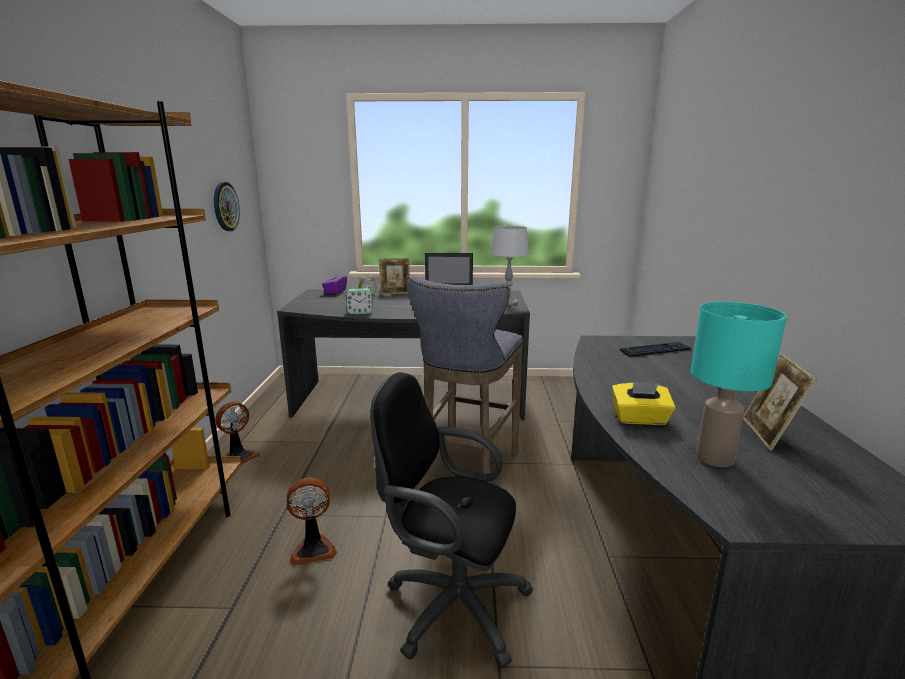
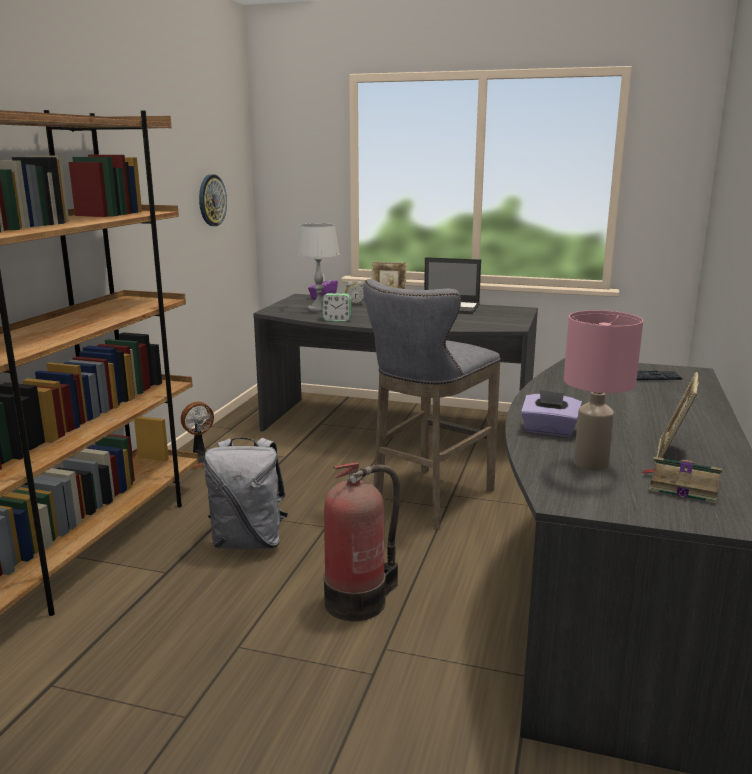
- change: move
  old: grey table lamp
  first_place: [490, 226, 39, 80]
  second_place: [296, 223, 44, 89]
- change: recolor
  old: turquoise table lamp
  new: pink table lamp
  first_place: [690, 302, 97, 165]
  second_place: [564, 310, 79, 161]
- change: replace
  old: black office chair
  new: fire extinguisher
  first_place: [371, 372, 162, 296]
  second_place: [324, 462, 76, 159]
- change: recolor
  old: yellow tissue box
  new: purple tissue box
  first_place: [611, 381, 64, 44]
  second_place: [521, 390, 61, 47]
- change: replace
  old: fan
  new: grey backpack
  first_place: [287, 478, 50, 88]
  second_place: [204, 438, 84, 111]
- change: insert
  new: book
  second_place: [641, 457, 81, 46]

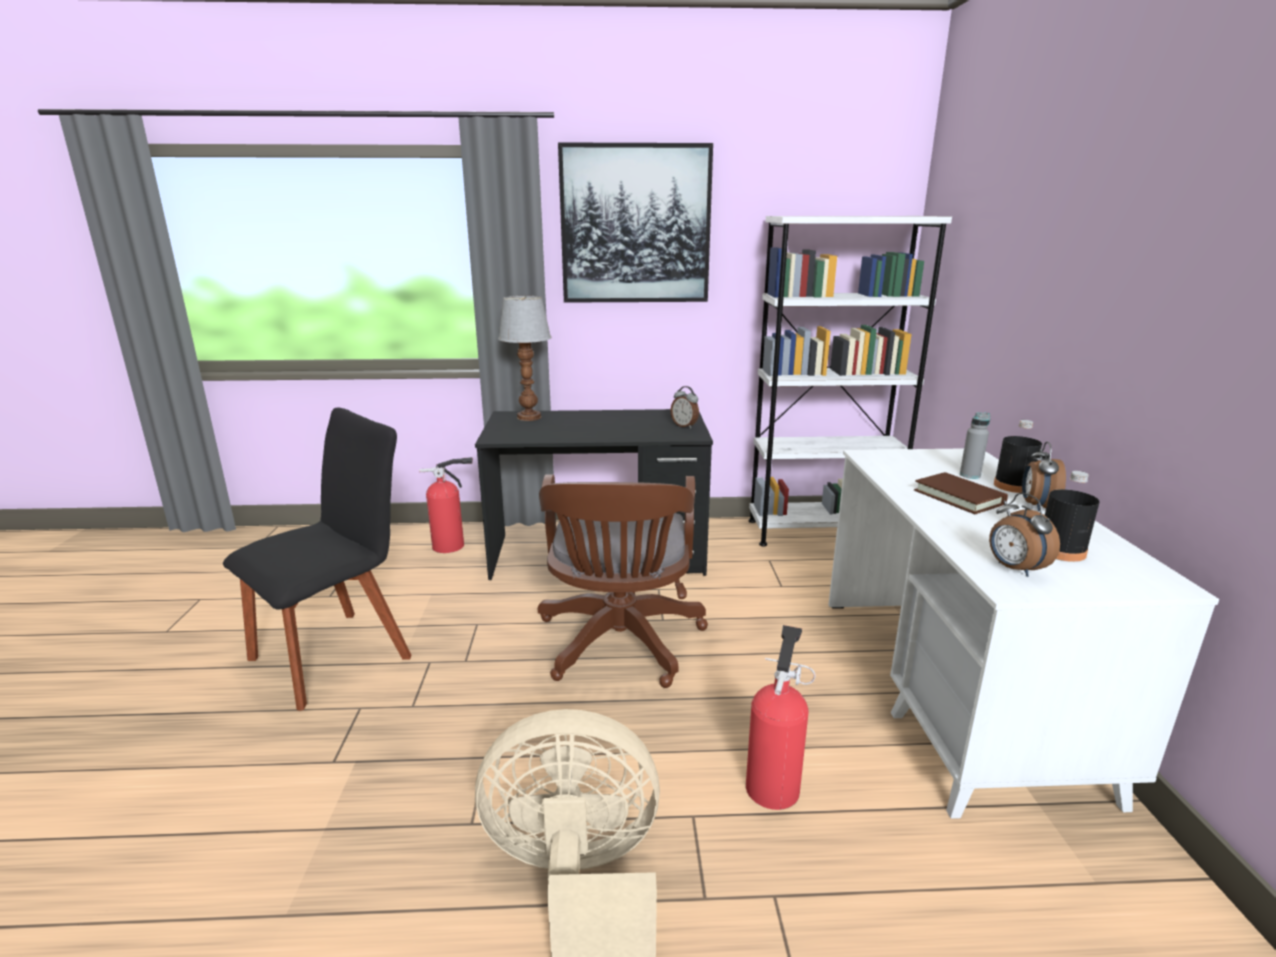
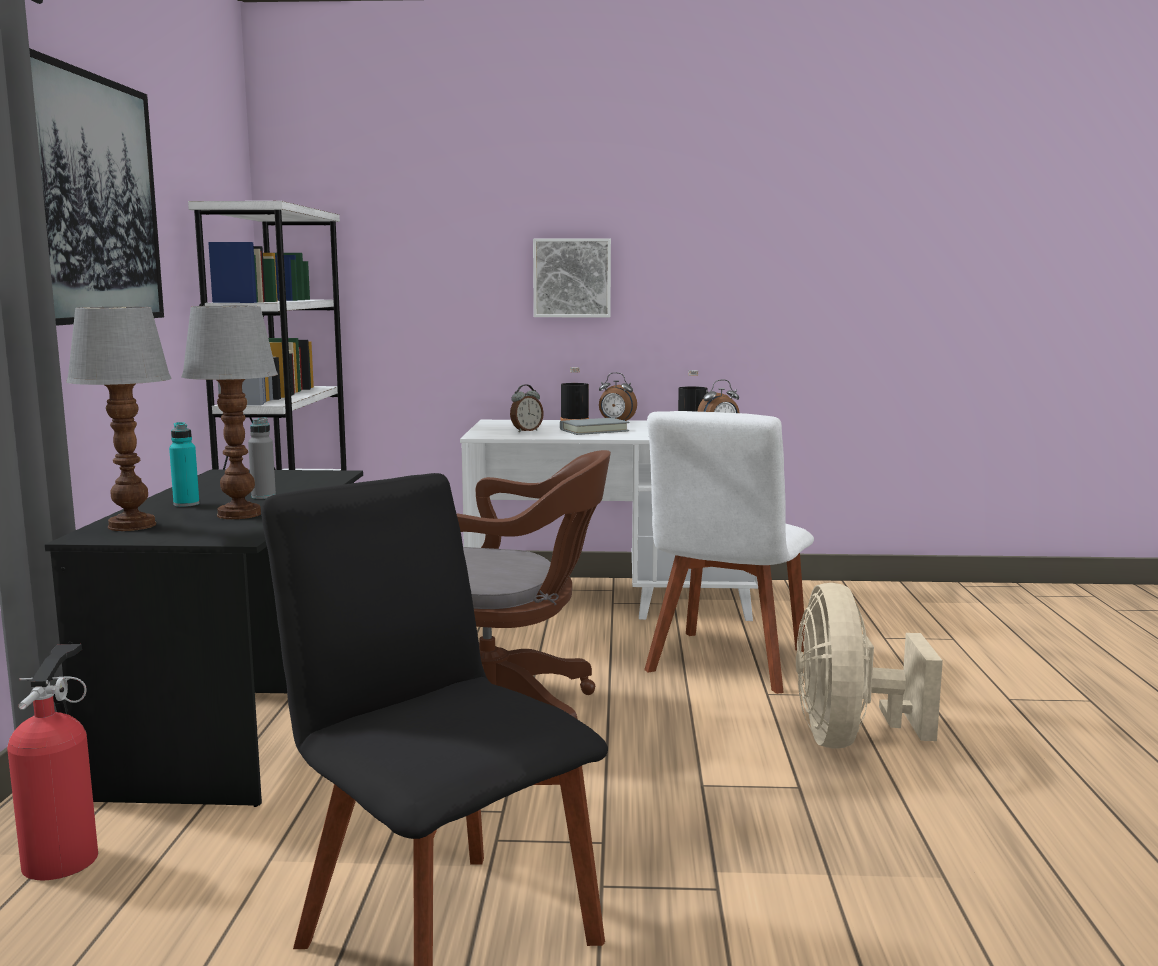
- change: move
  old: alarm clock
  first_place: [671, 386, 28, 43]
  second_place: [510, 384, 34, 48]
- change: move
  old: grey bottle
  first_place: [960, 412, 30, 67]
  second_place: [248, 417, 28, 82]
- change: recolor
  old: brown book
  new: grey book
  first_place: [914, 472, 94, 42]
  second_place: [560, 418, 69, 17]
- change: replace
  old: fire extinguisher
  new: white chair
  first_place: [746, 625, 70, 185]
  second_place: [644, 411, 170, 283]
- change: insert
  new: picture
  second_place: [533, 238, 78, 79]
- change: insert
  new: table lamp
  second_place: [181, 306, 97, 213]
- change: insert
  new: turquoise bottle
  second_place: [169, 422, 30, 85]

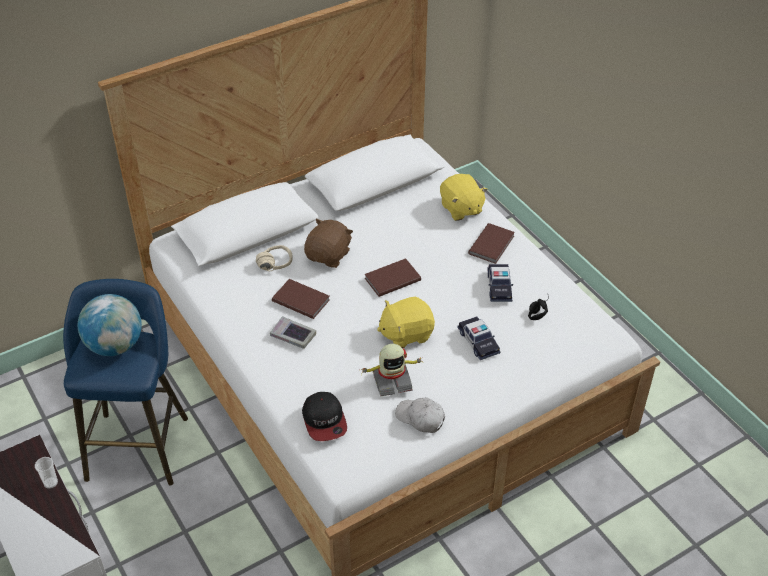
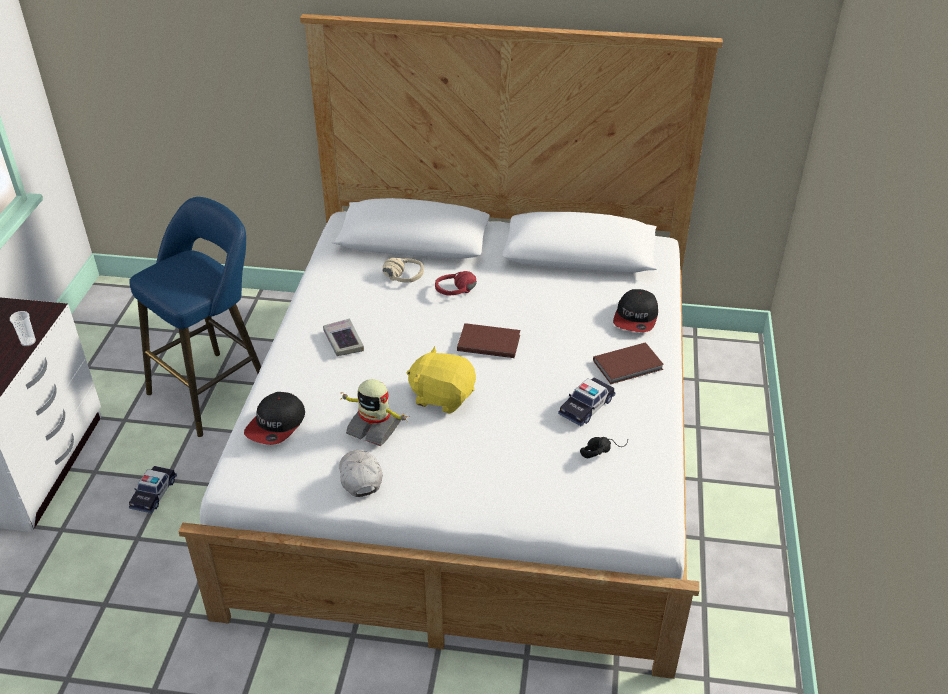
- change: replace
  old: yellow plush toy
  new: cap
  first_place: [440, 174, 48, 47]
  second_place: [613, 289, 45, 43]
- change: replace
  old: brown plush toy
  new: red headphones
  first_place: [304, 218, 49, 50]
  second_place: [435, 271, 42, 25]
- change: delete
  old: brown book
  first_place: [272, 279, 58, 40]
- change: delete
  old: globe
  first_place: [78, 294, 64, 62]
- change: move
  old: toy car
  first_place: [457, 316, 44, 44]
  second_place: [129, 466, 48, 48]

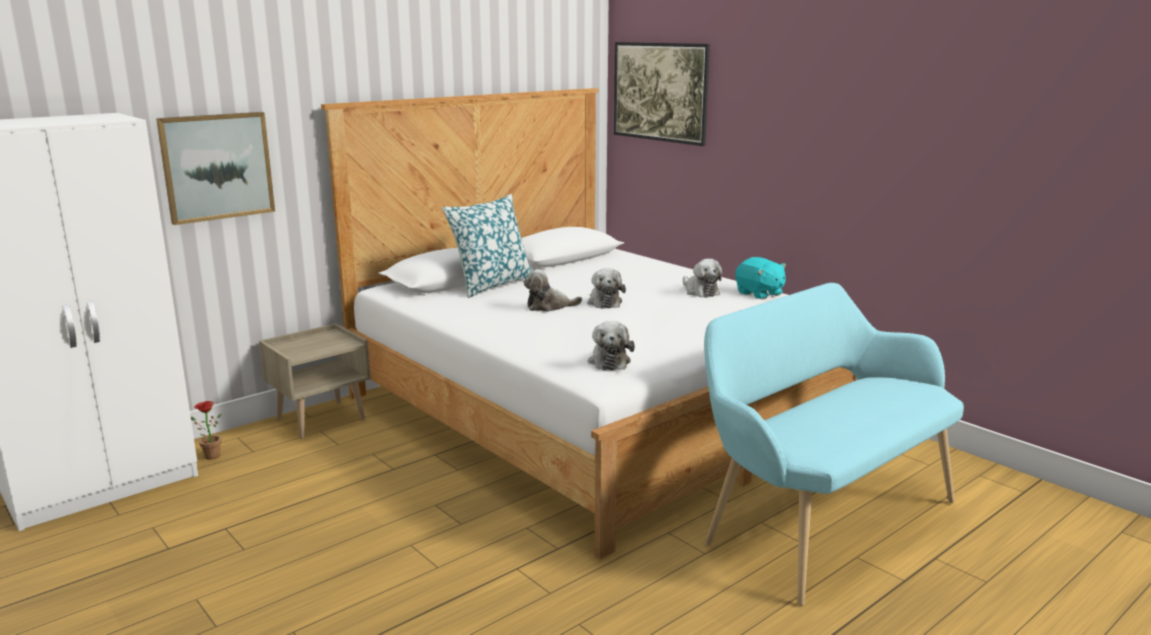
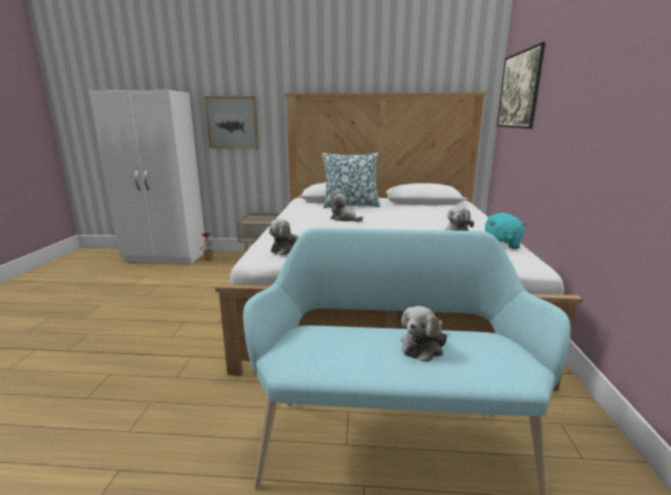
- change: move
  old: plush toy
  first_place: [587, 268, 39, 41]
  second_place: [401, 306, 46, 56]

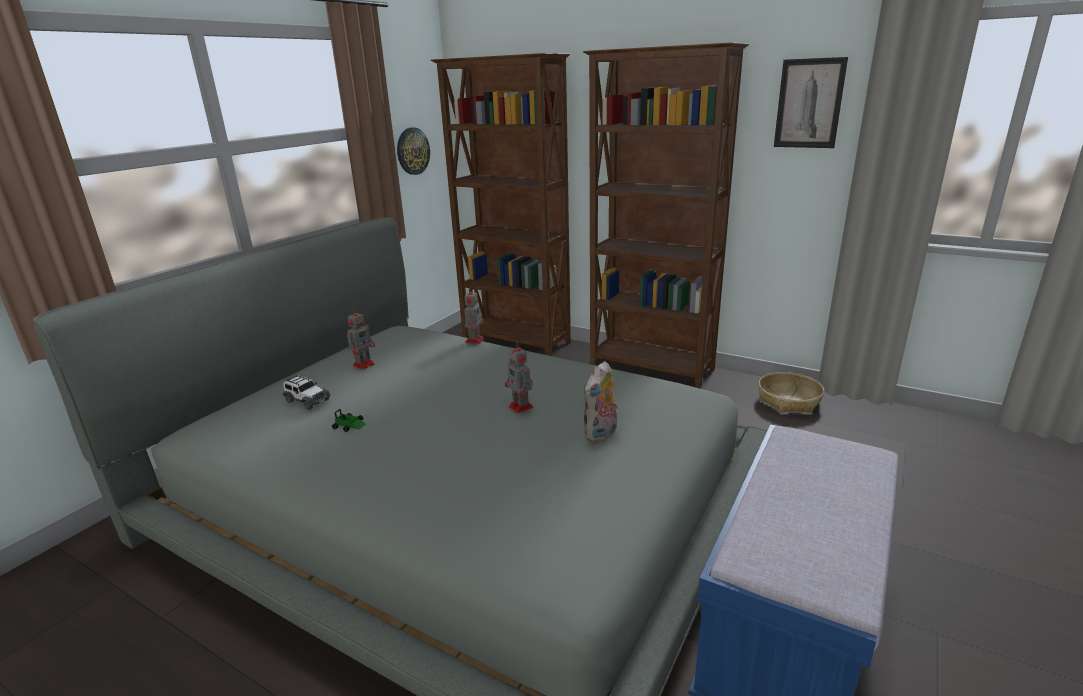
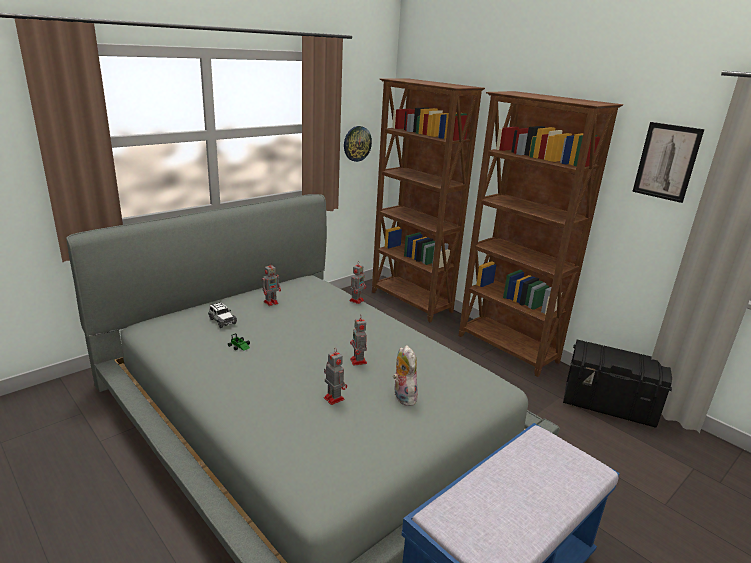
- change: rotate
  old: plush toy
  first_place: [583, 361, 36, 81]
  second_place: [393, 345, 25, 61]
  degrees: 105
- change: replace
  old: basket
  new: black storage box
  first_place: [758, 372, 66, 41]
  second_place: [563, 339, 109, 89]
- change: insert
  new: toy robot
  second_place: [324, 349, 23, 56]

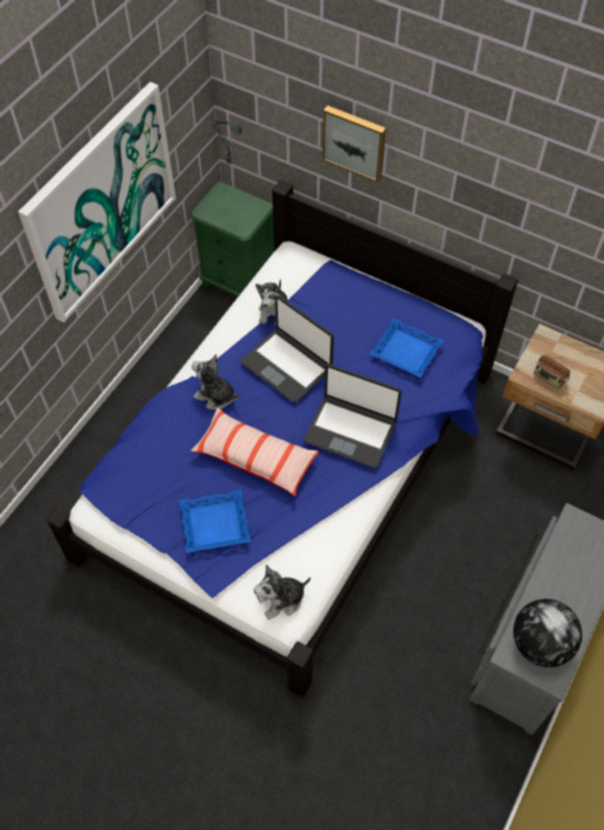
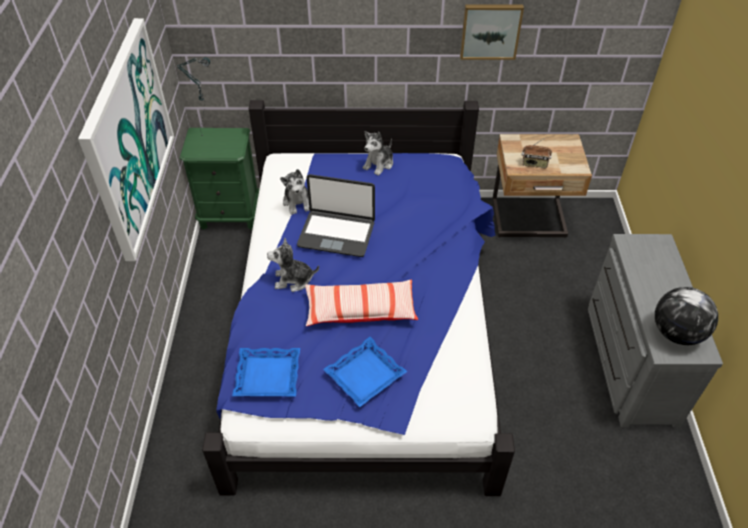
- change: move
  old: picture
  first_place: [322, 105, 64, 78]
  second_place: [460, 4, 64, 56]
- change: move
  old: blue tray
  first_place: [370, 318, 74, 60]
  second_place: [232, 348, 68, 48]
- change: delete
  old: laptop
  first_place: [304, 364, 98, 104]
- change: move
  old: plush toy
  first_place: [254, 564, 57, 56]
  second_place: [363, 131, 30, 45]

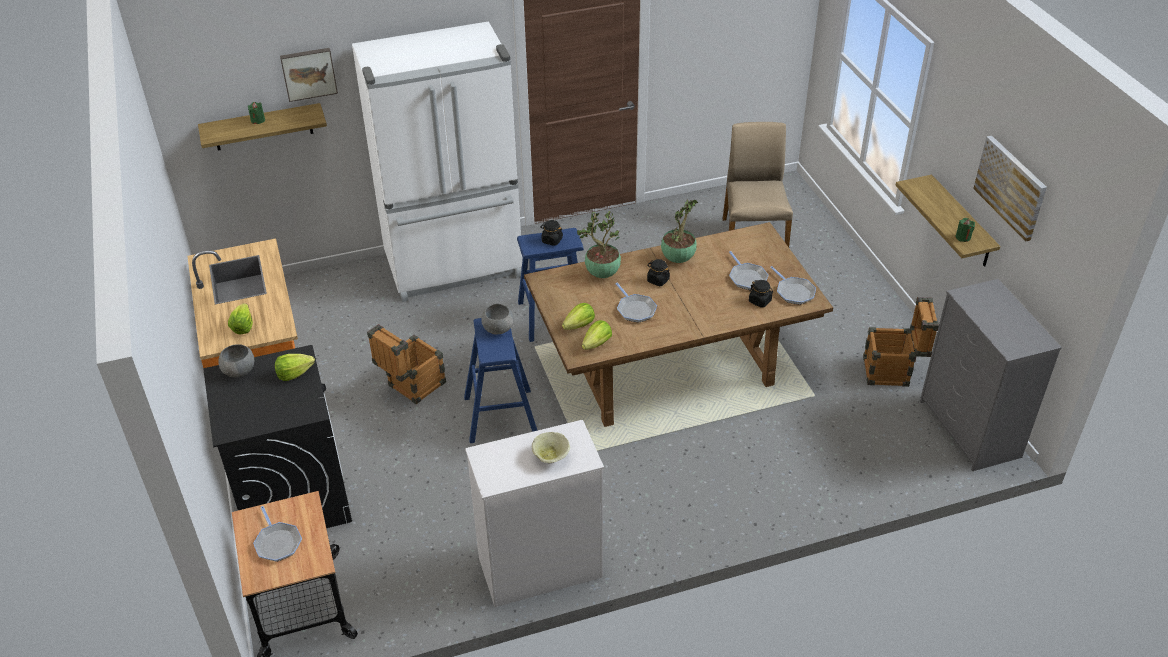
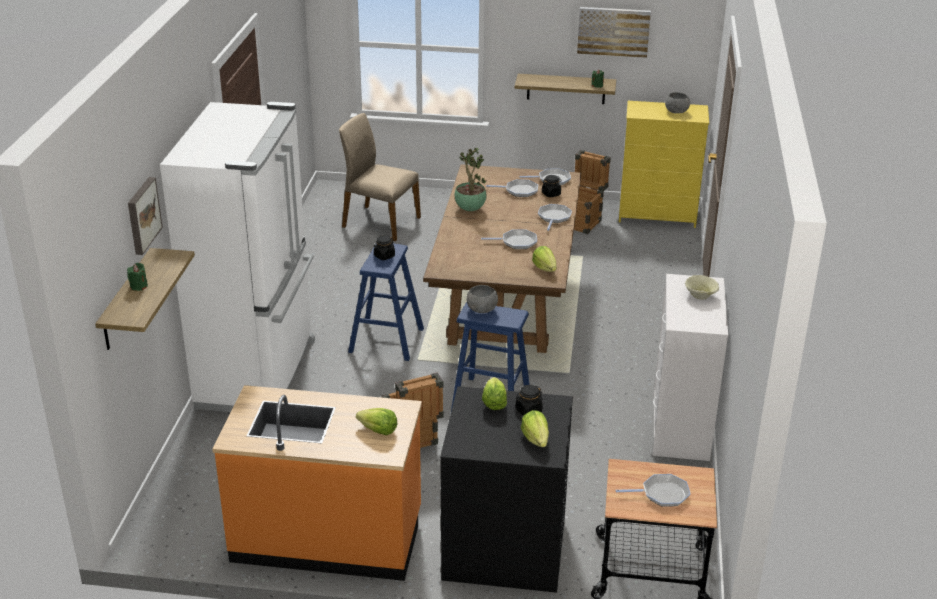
- change: delete
  old: potted plant
  first_place: [577, 211, 44, 67]
- change: move
  old: black jar
  first_place: [647, 259, 23, 27]
  second_place: [516, 385, 27, 31]
- change: recolor
  old: grey dresser
  new: yellow dresser
  first_place: [920, 279, 142, 192]
  second_place: [619, 101, 90, 127]
- change: move
  old: lettuce
  first_place: [562, 303, 33, 27]
  second_place: [521, 410, 28, 37]
- change: move
  old: grey bowl
  first_place: [218, 344, 36, 33]
  second_place: [665, 92, 25, 22]
- change: insert
  new: frying pan
  second_place: [538, 204, 34, 27]

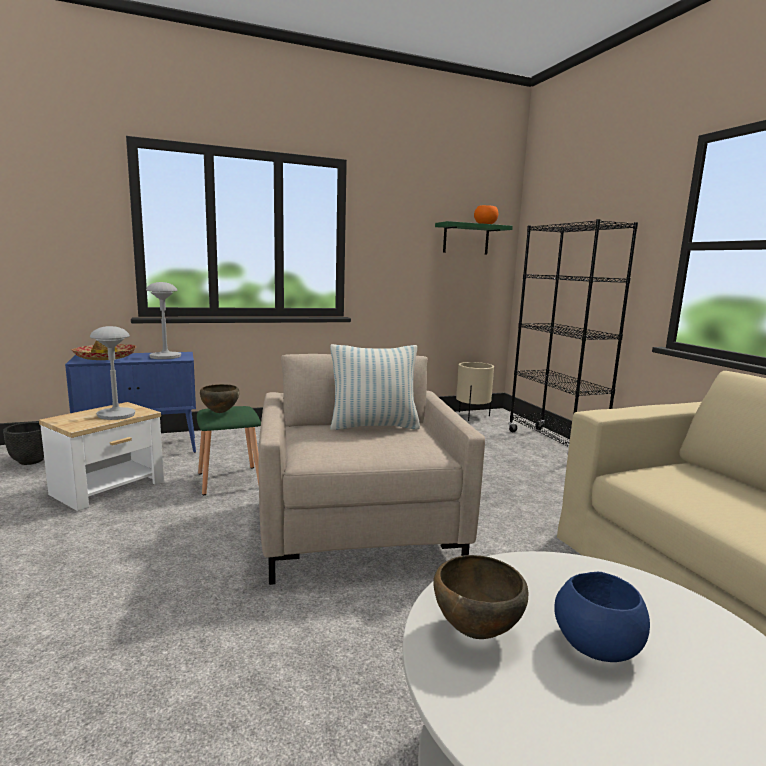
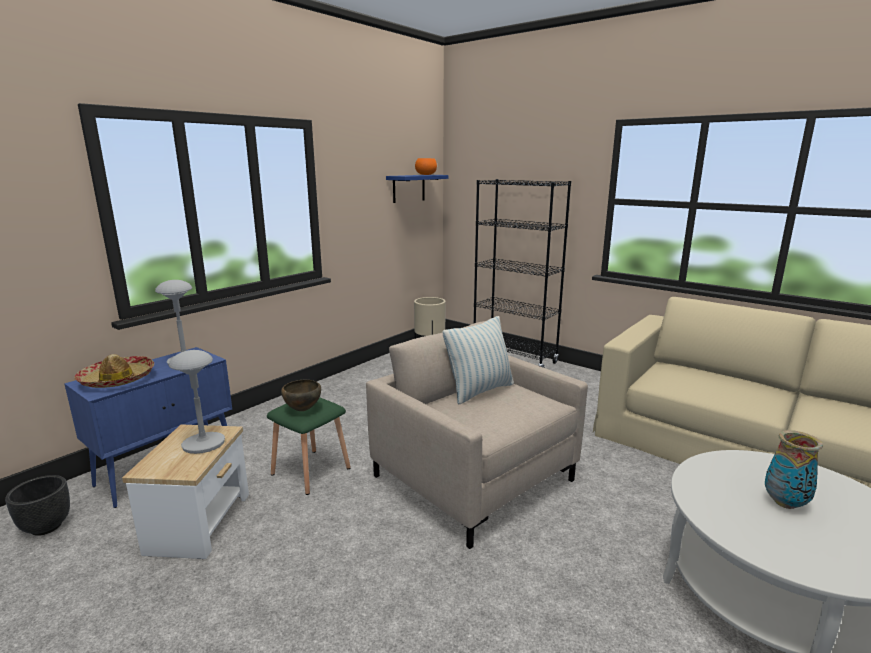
- change: recolor
  old: green shelf
  new: blue shelf
  first_place: [435, 221, 78, 34]
  second_place: [386, 175, 62, 28]
- change: delete
  old: brown bowl
  first_place: [433, 555, 95, 84]
- change: replace
  old: blue bowl
  new: vase
  first_place: [554, 572, 96, 90]
  second_place: [765, 430, 58, 79]

